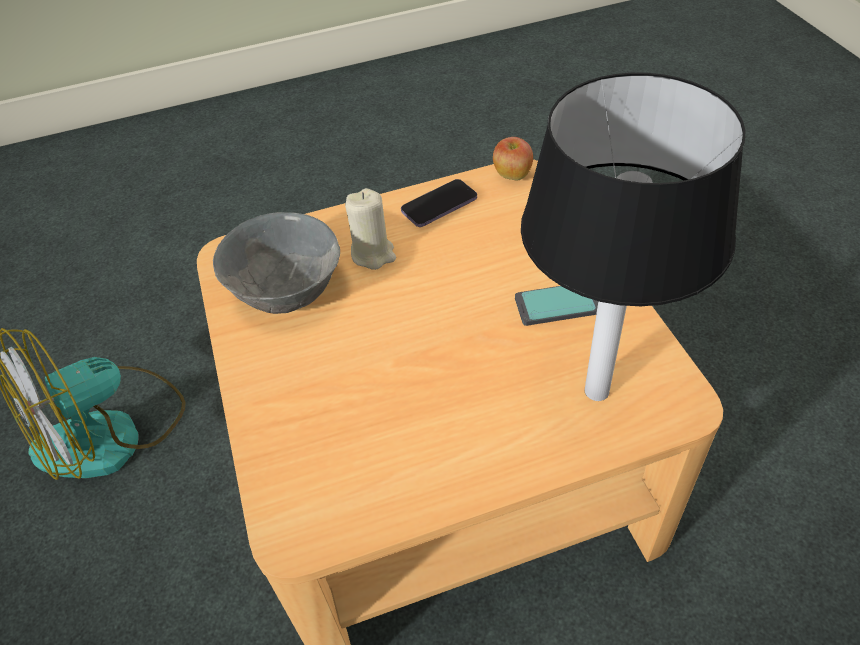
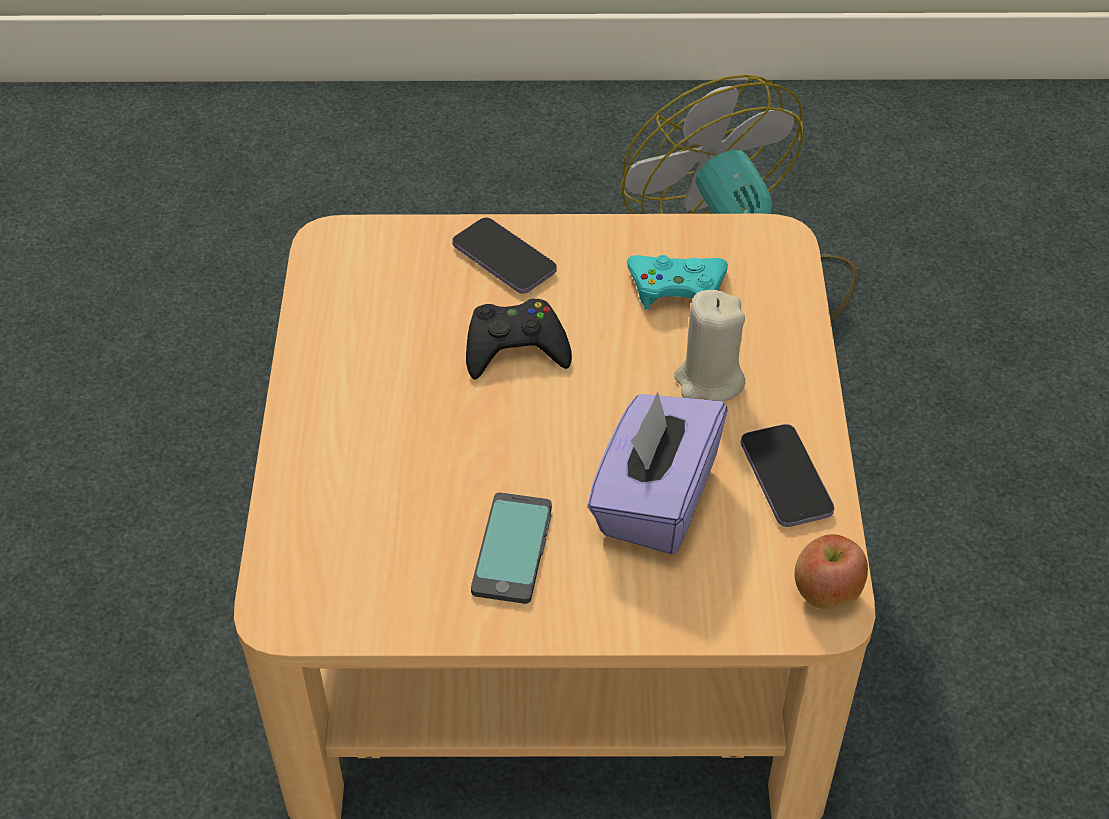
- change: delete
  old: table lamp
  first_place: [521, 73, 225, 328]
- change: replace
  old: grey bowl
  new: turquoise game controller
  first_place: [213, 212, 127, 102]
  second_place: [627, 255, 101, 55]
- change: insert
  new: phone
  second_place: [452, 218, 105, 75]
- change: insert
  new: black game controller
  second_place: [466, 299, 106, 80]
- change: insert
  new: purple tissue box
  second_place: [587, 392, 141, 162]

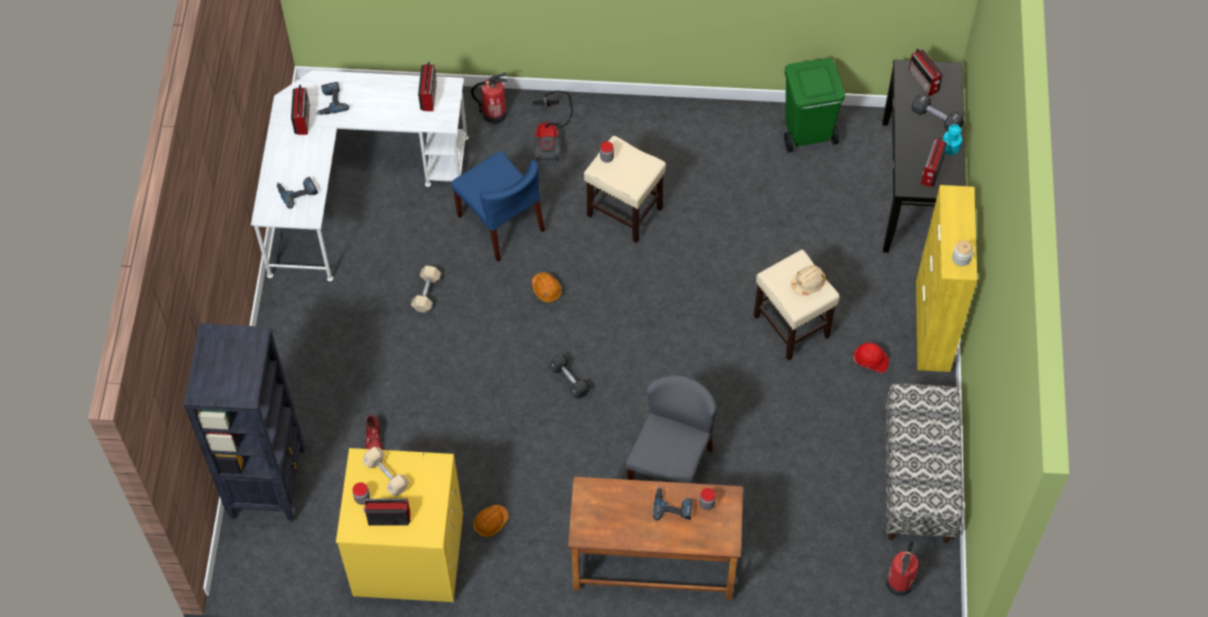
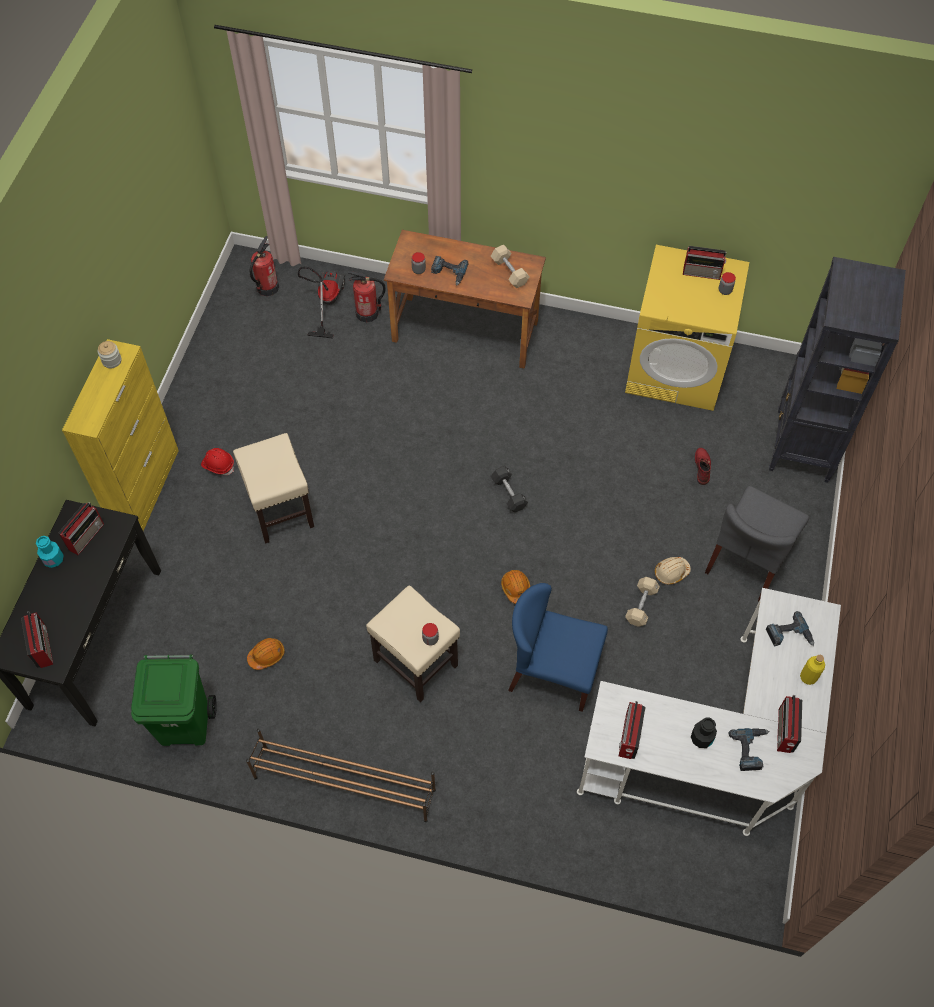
- change: move
  old: fire extinguisher
  first_place: [471, 73, 36, 51]
  second_place: [348, 271, 38, 52]
- change: move
  old: vacuum cleaner
  first_place: [533, 90, 40, 72]
  second_place: [298, 267, 47, 72]
- change: delete
  old: black dumbbell
  first_place: [912, 94, 52, 37]
- change: rotate
  old: blue chair
  first_place: [451, 151, 94, 110]
  second_place: [508, 583, 100, 129]
  degrees: -45
- change: move
  old: beige hard hat
  first_place: [791, 265, 35, 31]
  second_place: [655, 557, 36, 27]
- change: move
  old: grey chair
  first_place: [625, 375, 92, 108]
  second_place: [705, 486, 104, 115]
- change: delete
  old: bench
  first_place: [885, 384, 78, 159]
- change: move
  old: beige dumbbell
  first_place: [362, 447, 48, 49]
  second_place: [491, 245, 39, 43]
- change: move
  old: orange hard hat
  first_place: [473, 505, 36, 32]
  second_place: [247, 638, 38, 32]
- change: insert
  new: yellow bottle
  second_place: [800, 655, 25, 30]
- change: insert
  new: black bottle
  second_place: [691, 718, 26, 30]
- change: insert
  new: brown shoe rack
  second_place: [246, 729, 190, 93]

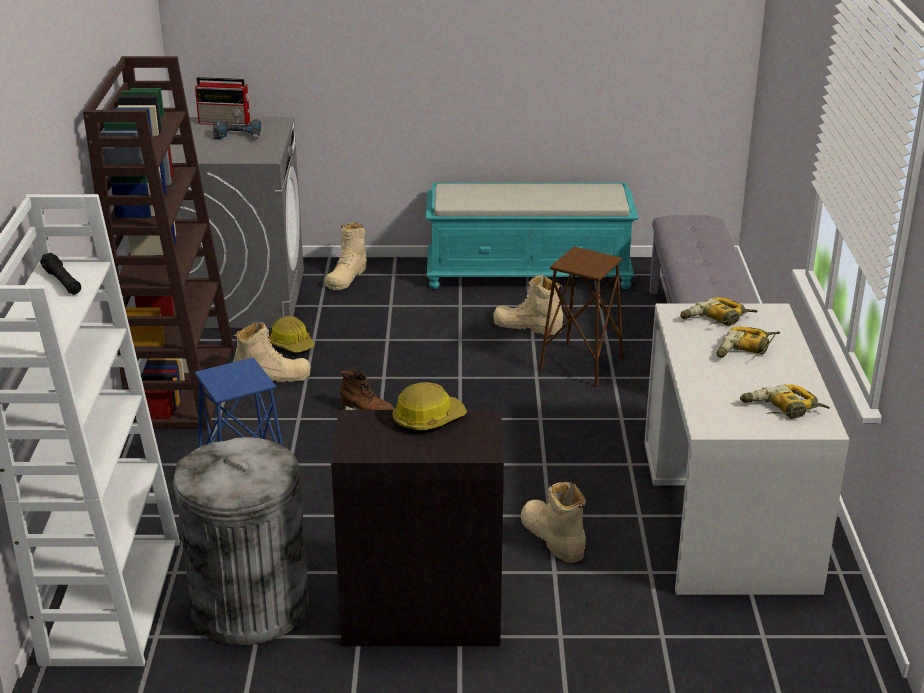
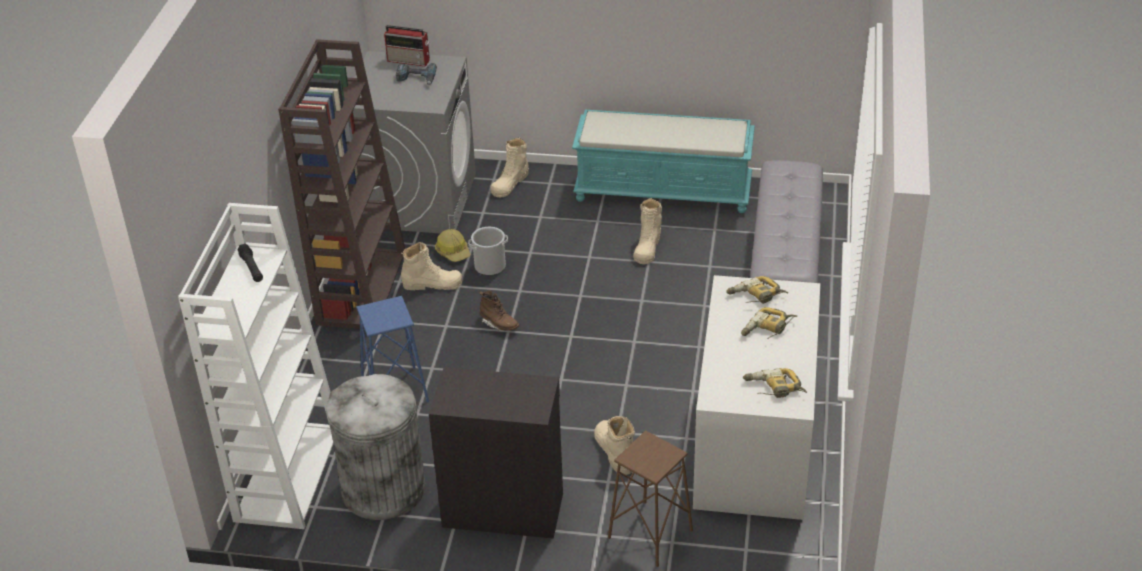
- change: move
  old: brown stool
  first_place: [539, 246, 84, 141]
  second_place: [608, 431, 85, 136]
- change: rotate
  old: beige boot
  first_place: [493, 275, 70, 60]
  second_place: [633, 198, 29, 66]
  degrees: -105
- change: delete
  old: hard hat
  first_place: [392, 382, 75, 48]
- change: insert
  new: bucket
  second_place: [468, 227, 40, 49]

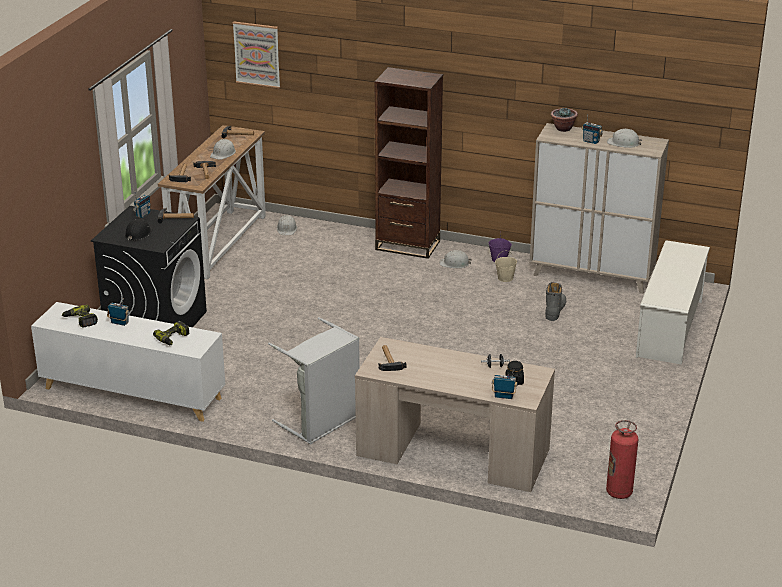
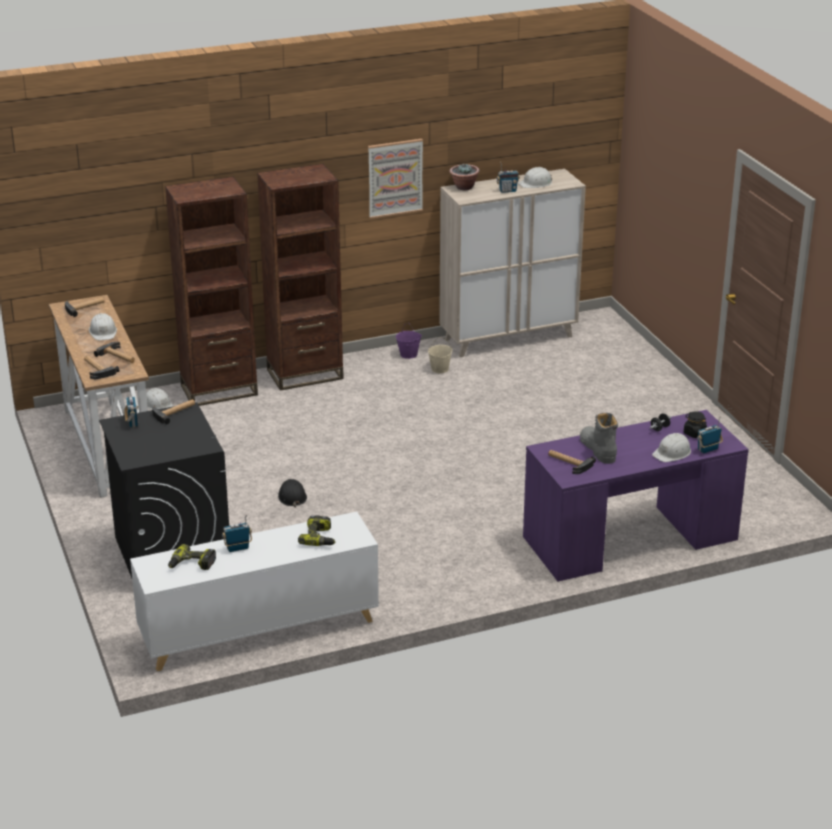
- change: move
  old: picture
  first_place: [233, 22, 47, 66]
  second_place: [368, 139, 55, 80]
- change: move
  old: black hard hat
  first_place: [125, 219, 29, 21]
  second_place: [278, 479, 29, 29]
- change: delete
  old: white shoe rack
  first_place: [636, 240, 74, 125]
- change: move
  old: white hard hat
  first_place: [440, 250, 32, 18]
  second_place: [652, 433, 39, 29]
- change: move
  old: grey boot
  first_place: [545, 282, 21, 39]
  second_place: [580, 413, 38, 51]
- change: delete
  old: grey laundry basket
  first_place: [268, 317, 92, 127]
- change: recolor
  old: beige desk
  new: purple desk
  first_place: [355, 337, 200, 155]
  second_place: [523, 410, 226, 171]
- change: delete
  old: fire extinguisher
  first_place: [606, 420, 33, 79]
- change: insert
  new: brown bookcase
  second_place: [165, 177, 93, 229]

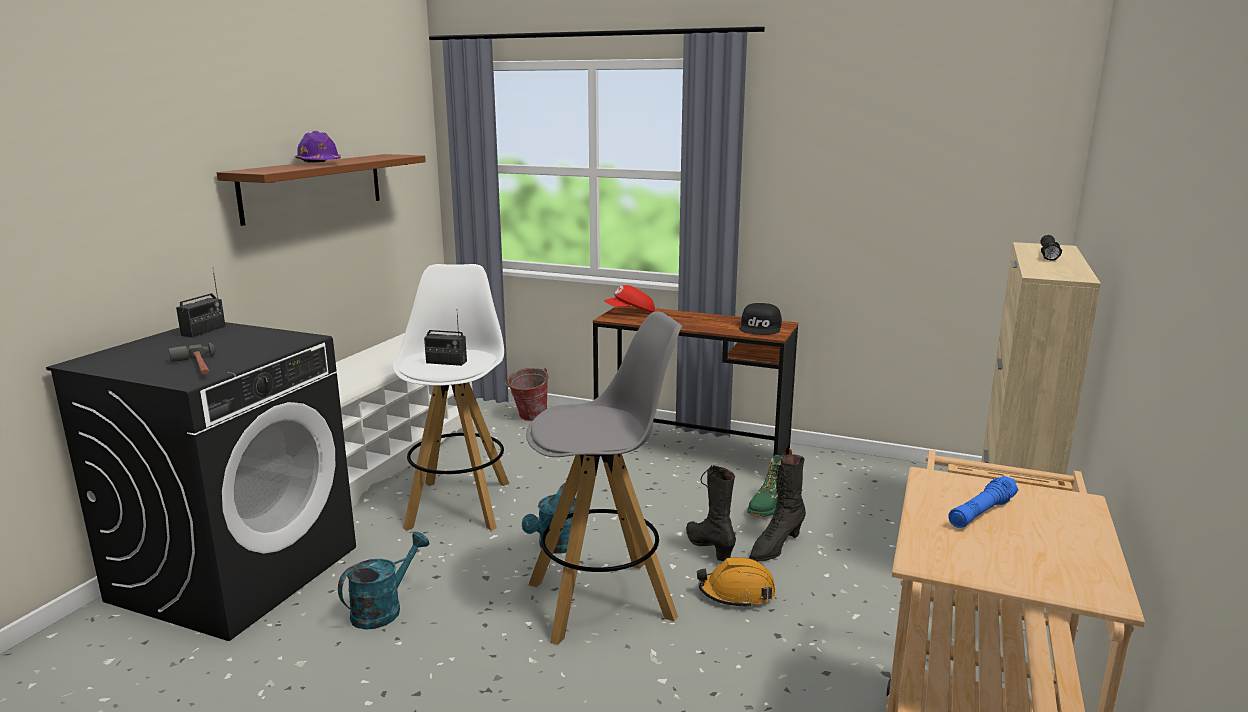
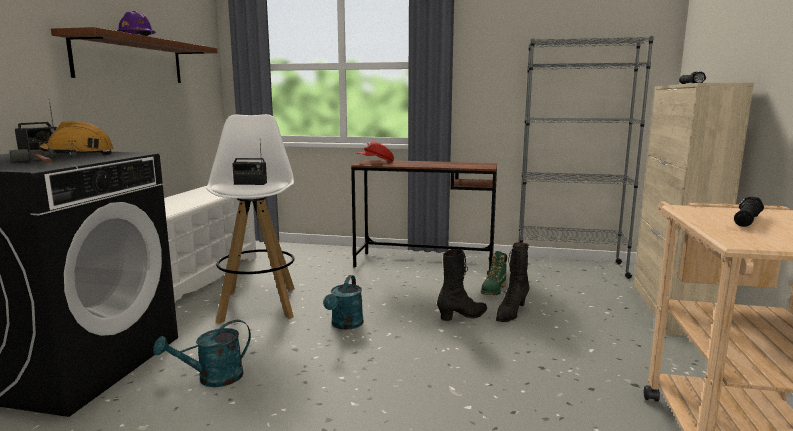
- change: delete
  old: black cap
  first_place: [739, 303, 43, 32]
- change: delete
  old: grey stool
  first_place: [526, 311, 156, 334]
- change: delete
  old: bucket
  first_place: [505, 368, 44, 53]
- change: rotate
  old: black boot
  first_place: [686, 465, 50, 96]
  second_place: [437, 249, 50, 72]
  degrees: 90
- change: recolor
  old: blue flashlight
  new: black flashlight
  first_place: [948, 476, 70, 52]
  second_place: [734, 197, 30, 30]
- change: rotate
  old: turquoise watering can
  first_place: [338, 532, 91, 98]
  second_place: [153, 320, 98, 67]
  degrees: -150
- change: move
  old: orange hard hat
  first_place: [697, 557, 79, 52]
  second_place: [35, 121, 79, 34]
- change: insert
  new: grey bookcase
  second_place: [518, 36, 136, 243]

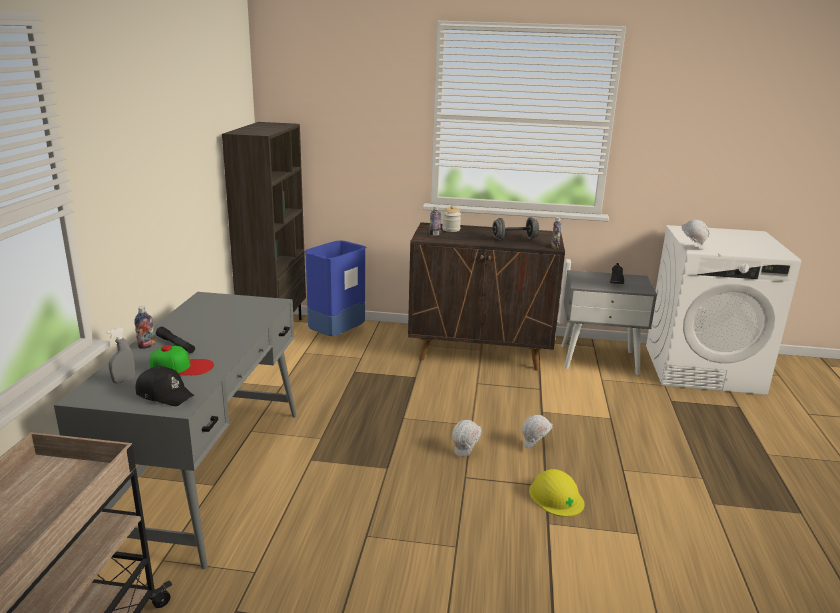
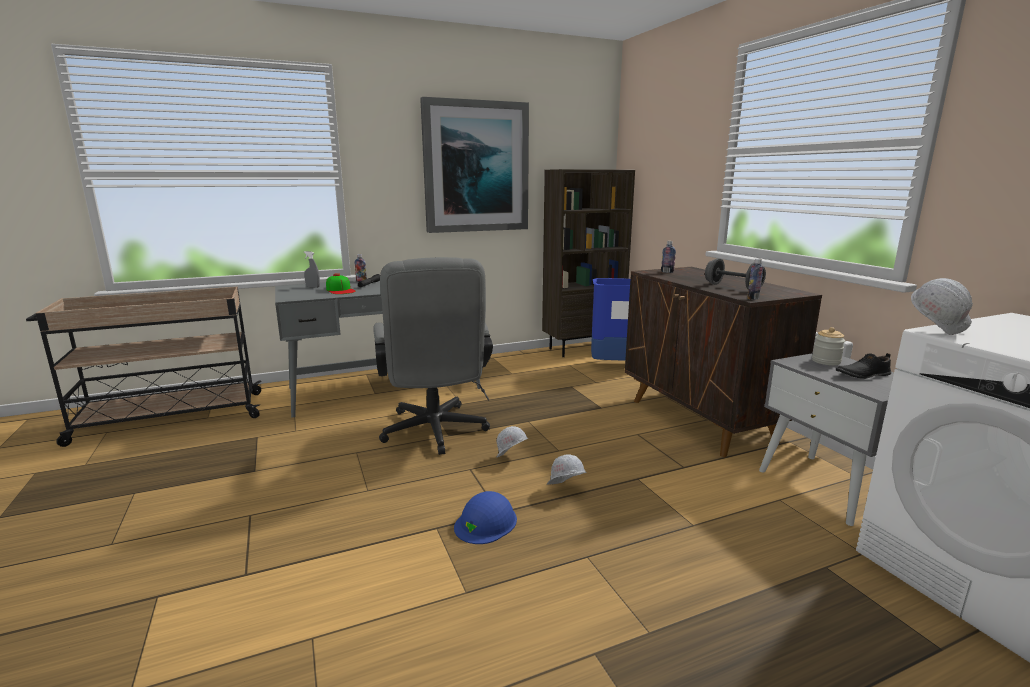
- change: move
  old: jar
  first_place: [442, 205, 19, 27]
  second_place: [812, 327, 33, 38]
- change: delete
  old: black cap
  first_place: [136, 366, 58, 40]
- change: recolor
  old: yellow hard hat
  new: blue hard hat
  first_place: [529, 469, 56, 48]
  second_place: [454, 491, 63, 53]
- change: insert
  new: picture
  second_place: [420, 97, 109, 136]
- change: insert
  new: grey office chair
  second_place: [373, 257, 120, 198]

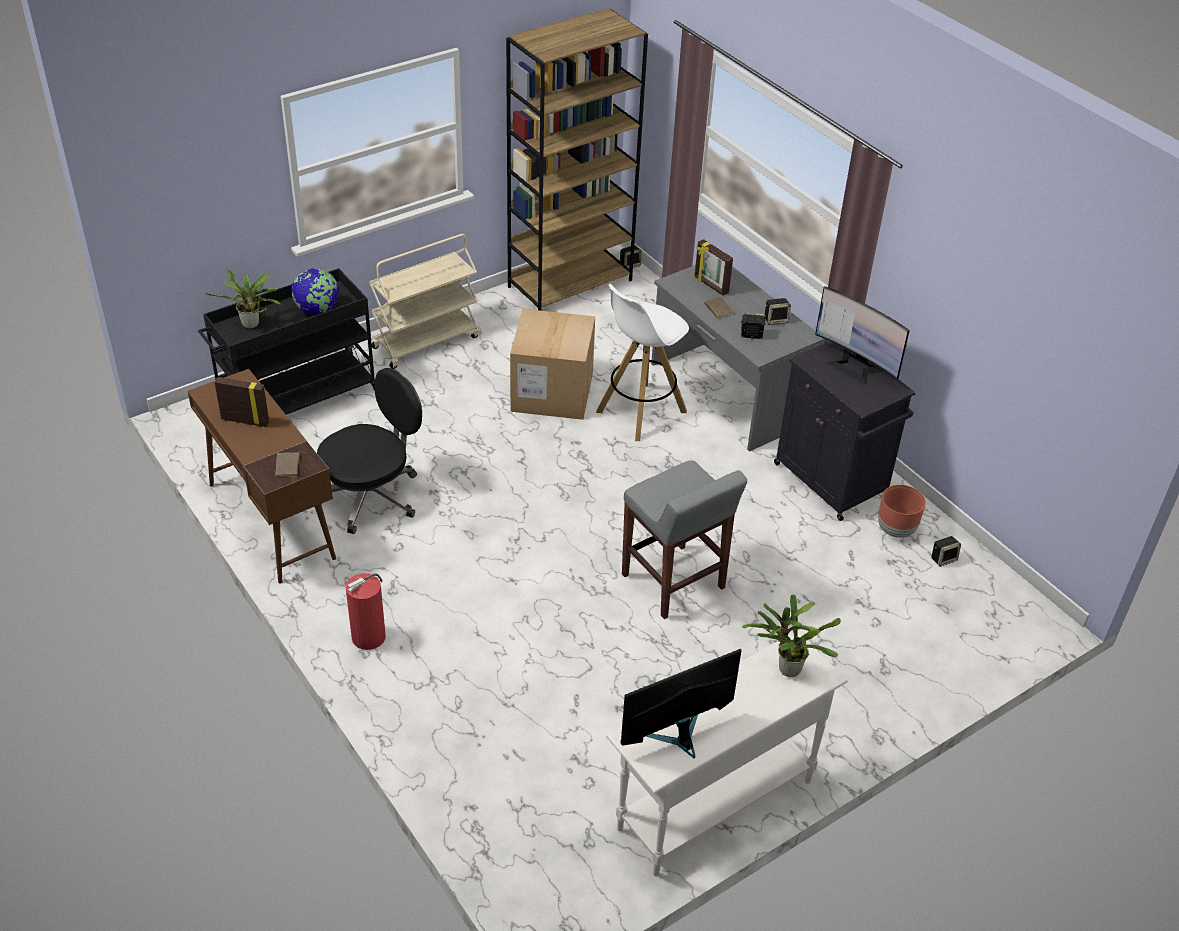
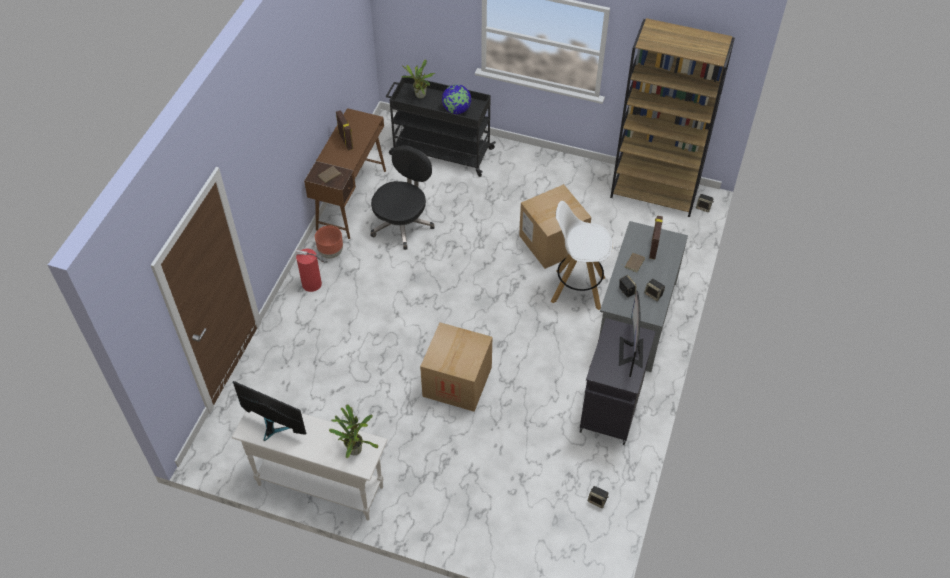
- change: delete
  old: beige cart
  first_place: [369, 234, 110, 135]
- change: rotate
  old: black office chair
  first_place: [317, 368, 105, 166]
  second_place: [370, 145, 64, 105]
  degrees: -75
- change: replace
  old: grey stool
  new: cardboard box
  first_place: [622, 460, 125, 159]
  second_place: [420, 323, 72, 89]
- change: move
  old: brown planter
  first_place: [878, 485, 48, 53]
  second_place: [315, 226, 28, 33]

